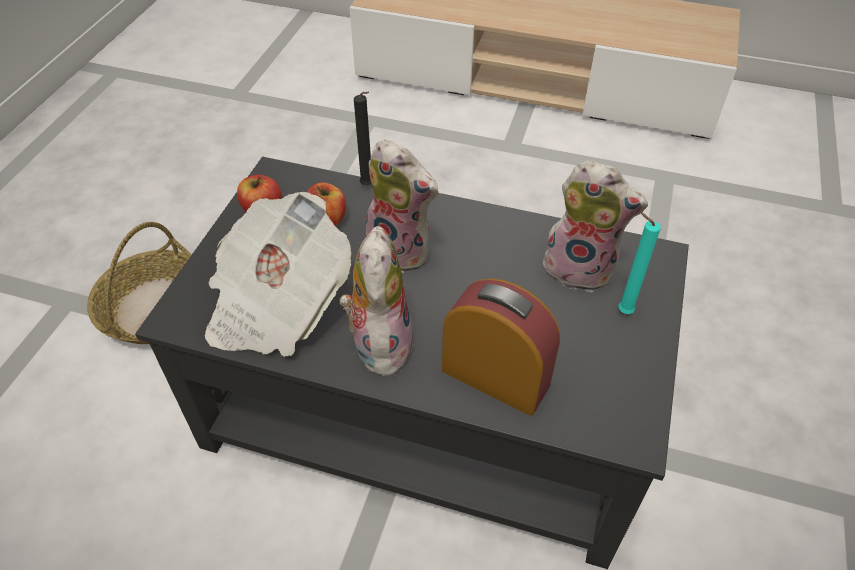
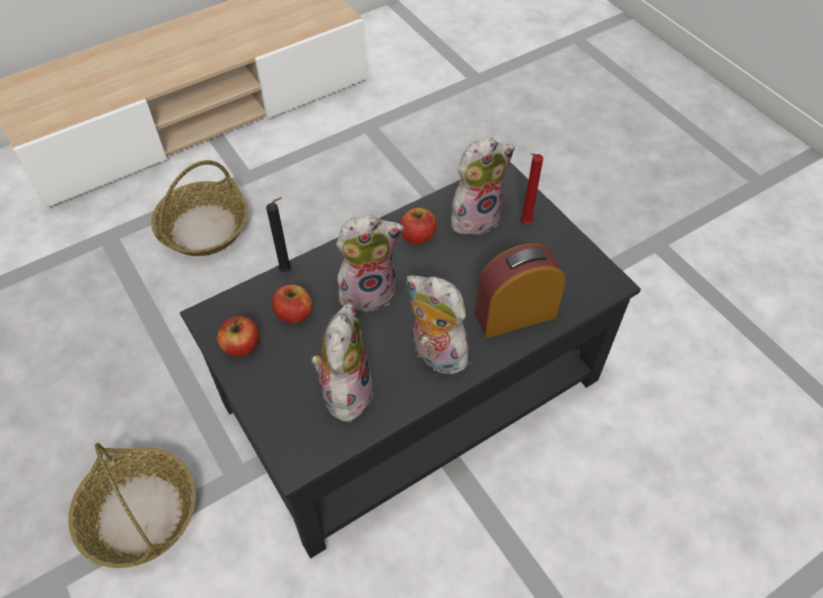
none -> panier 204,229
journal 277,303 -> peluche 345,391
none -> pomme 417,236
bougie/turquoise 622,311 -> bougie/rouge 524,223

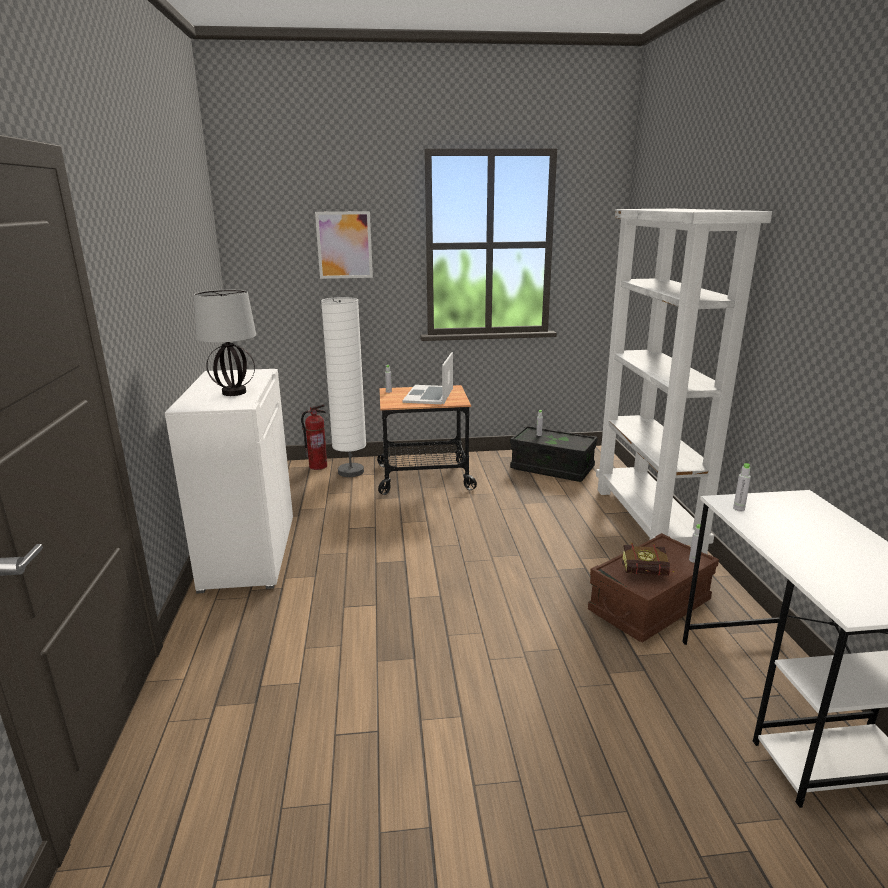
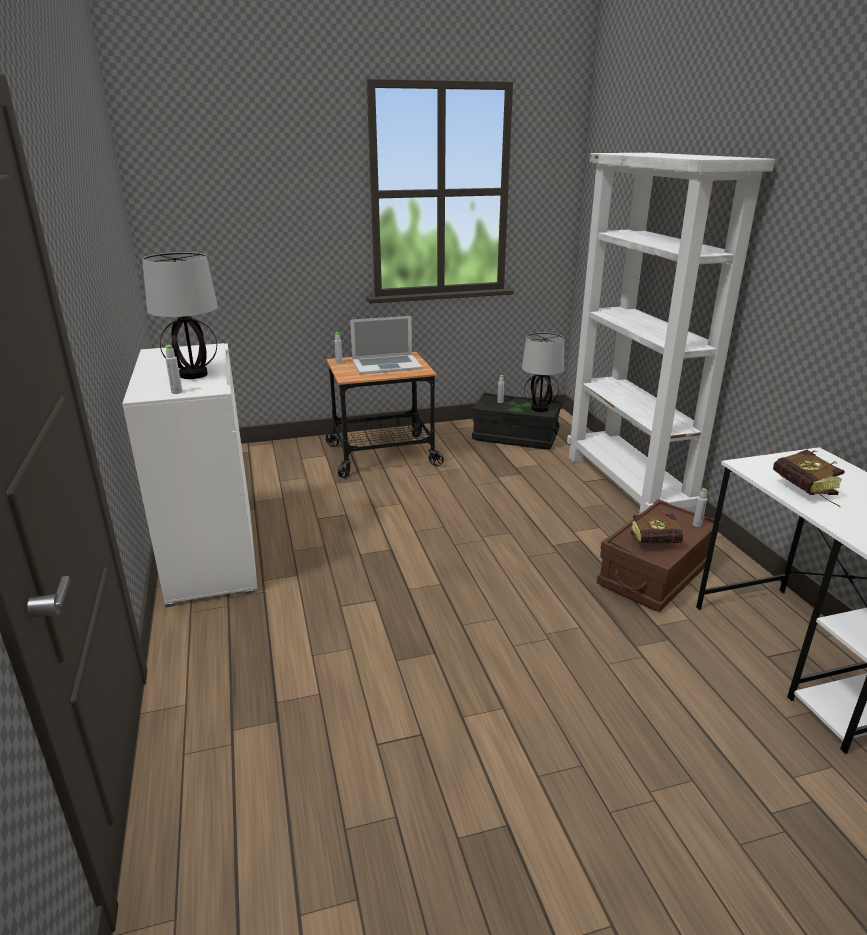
bouteille/gris 738,509 -> bouteille/gris 177,392, moved
ordinateur portable 429,395 -> ordinateur portable 386,365, 105 degrees counterclockwise
none -> lampe de table 540,408
none -> livre 807,493
extincteur 318,466 -> none
tableau 344,245 -> none
lampadaire/blanc 351,472 -> none

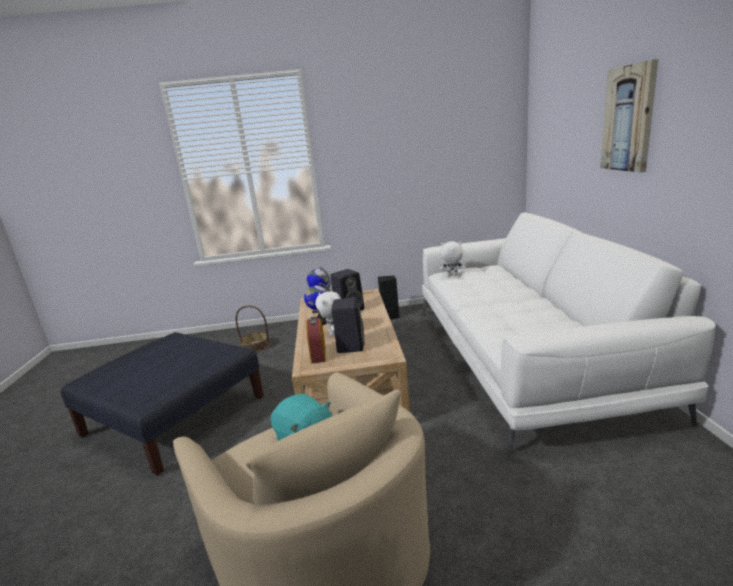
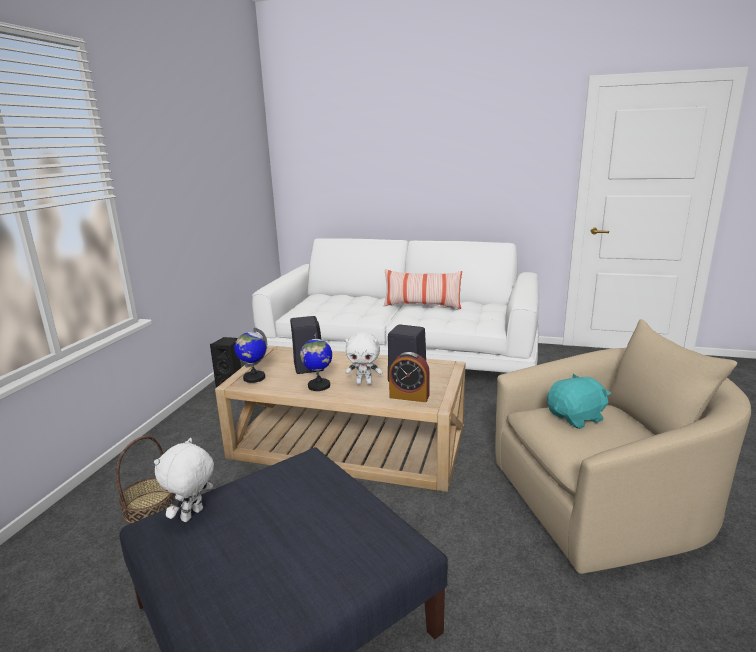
peluche/blanc 452,276 -> peluche/blanc 193,515, moved
none -> coussin 422,306
tableau 628,119 -> none

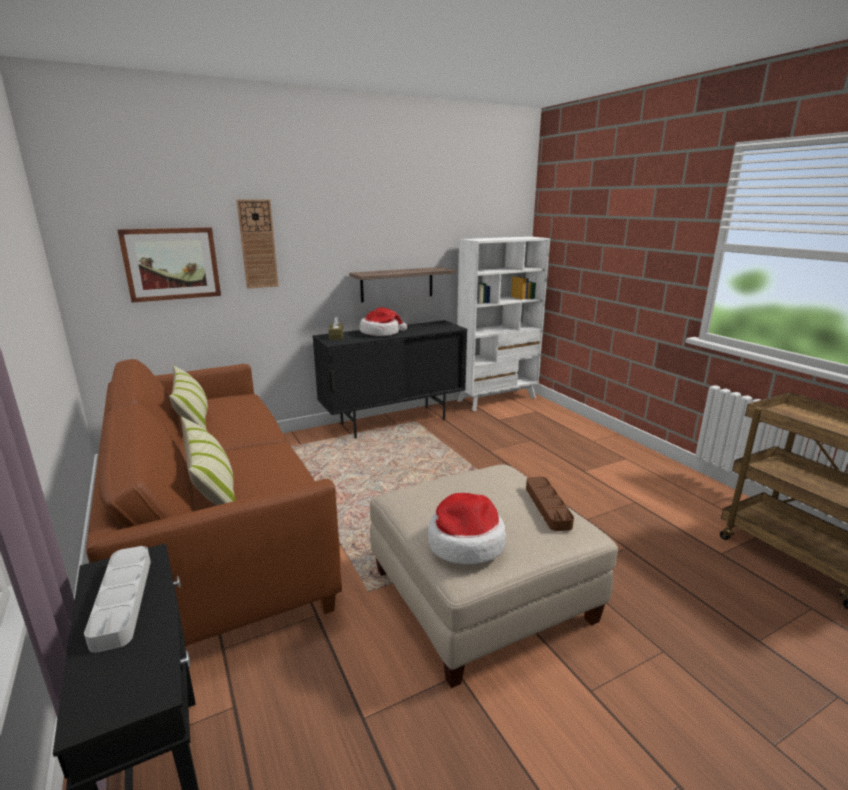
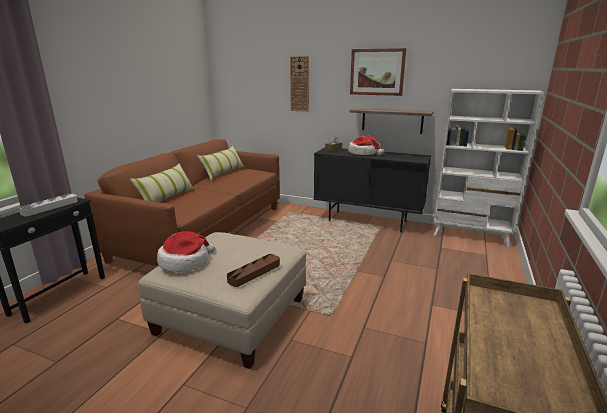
tableau 171,264 -> tableau 377,72, moved

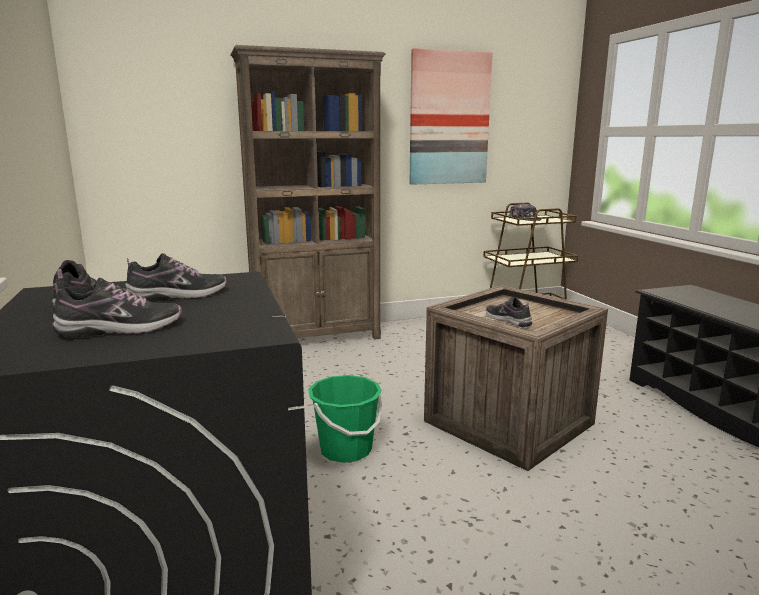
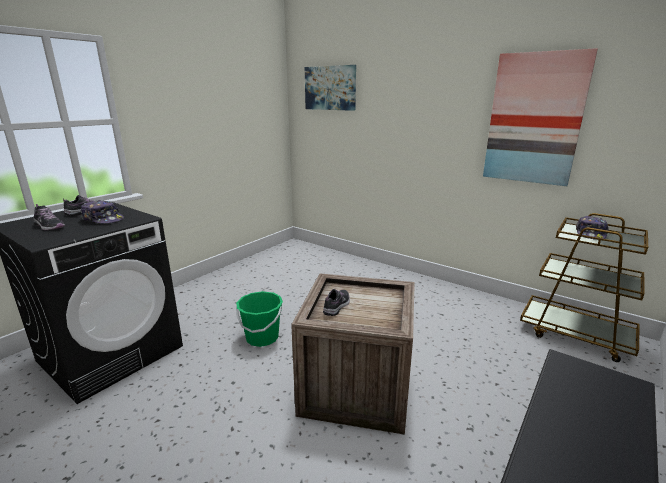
chaussure 178,296 -> casquette 103,219
none -> tableau 330,88
bibliothèque/marron 317,337 -> none

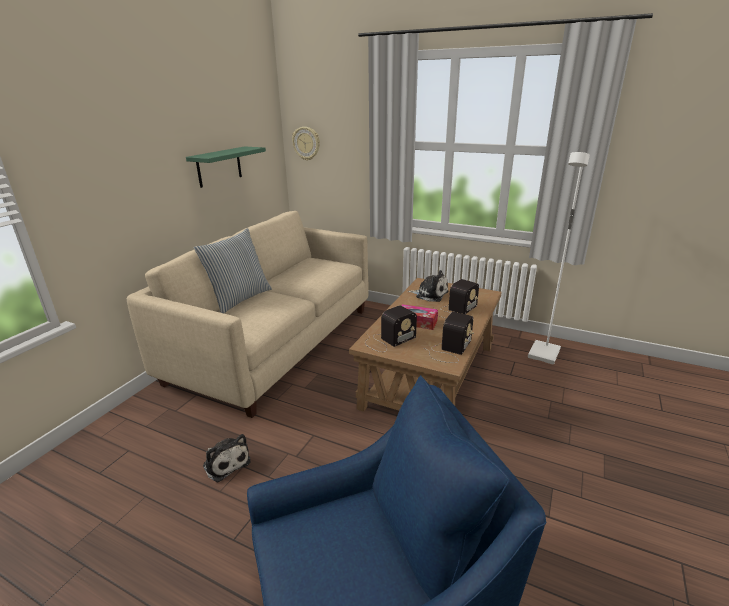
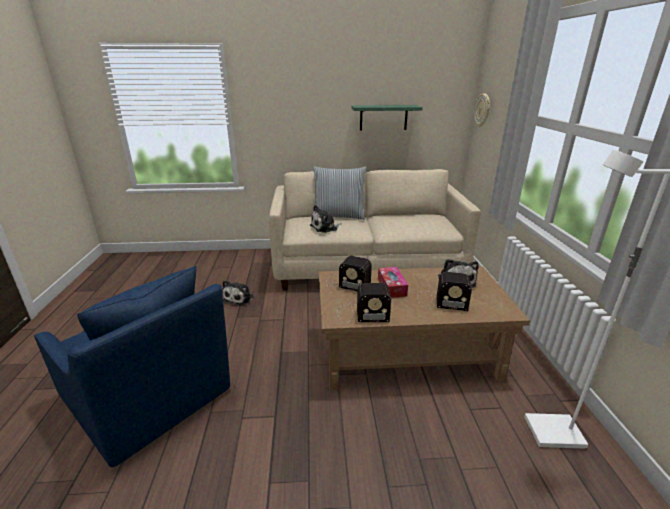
none -> peluche 325,227

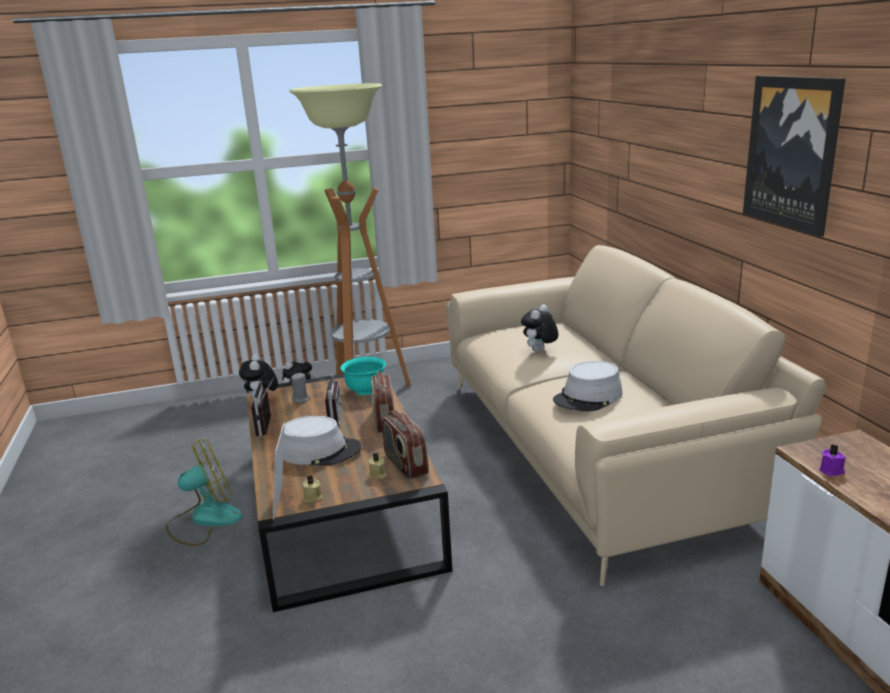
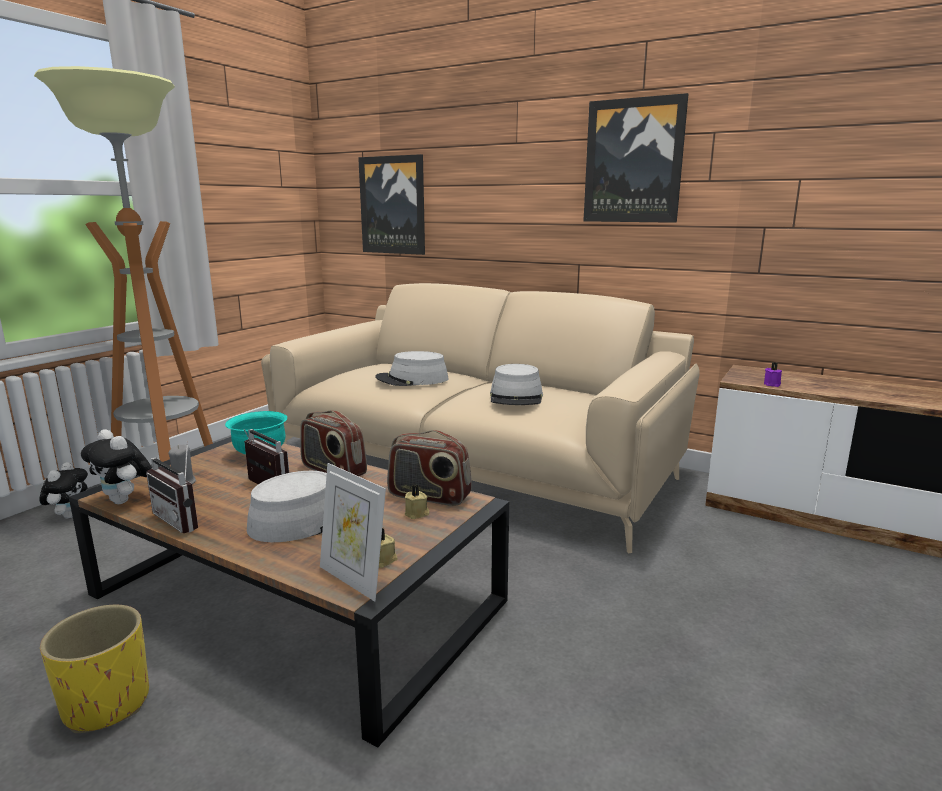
ventilateur 204,520 -> cache-pot/jaune 106,704
none -> tableau 393,205
peluche 539,351 -> chapeau/gris 412,379

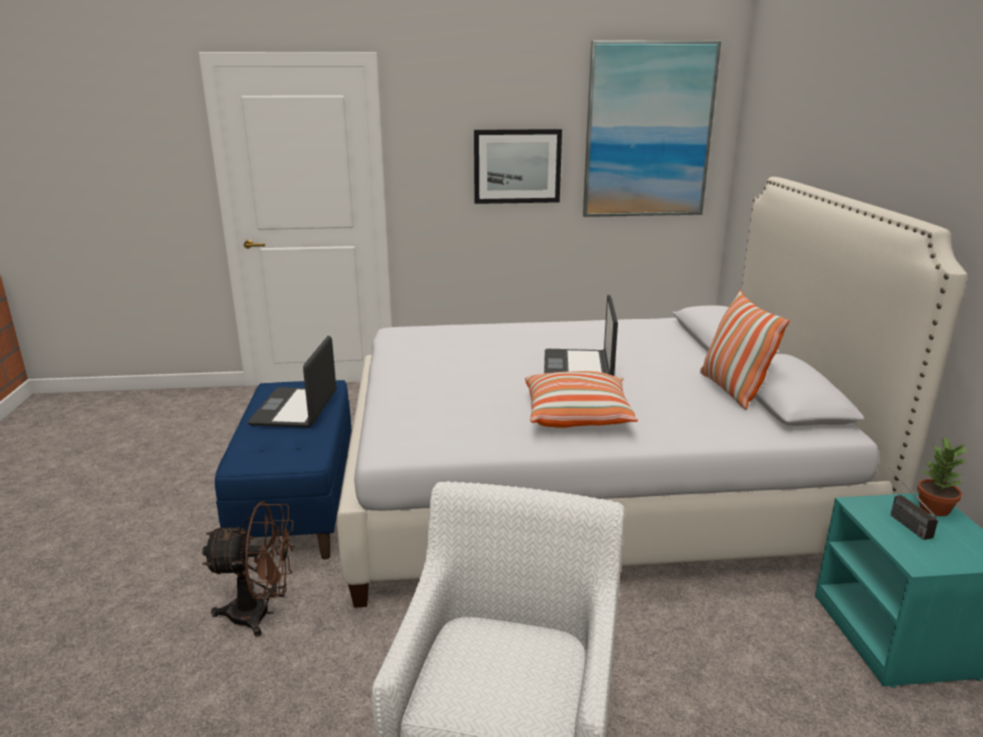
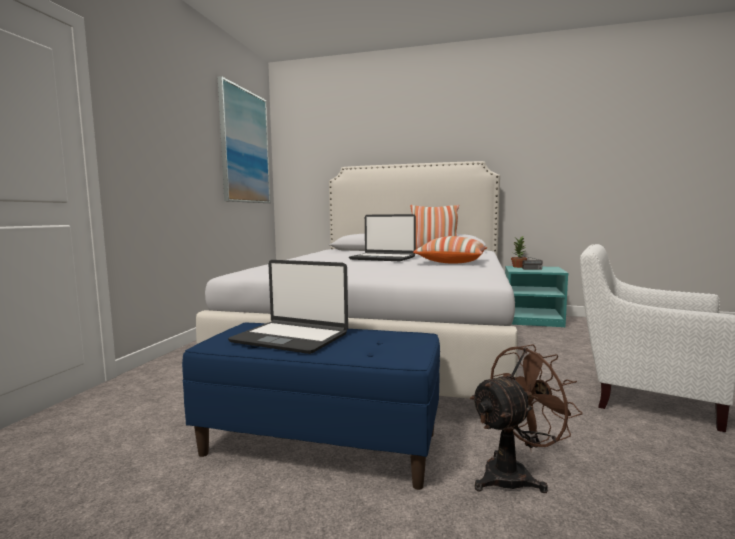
ventilateur/marron 261,614 -> ventilateur/marron 515,474, 45 degrees clockwise
tableau 517,166 -> none

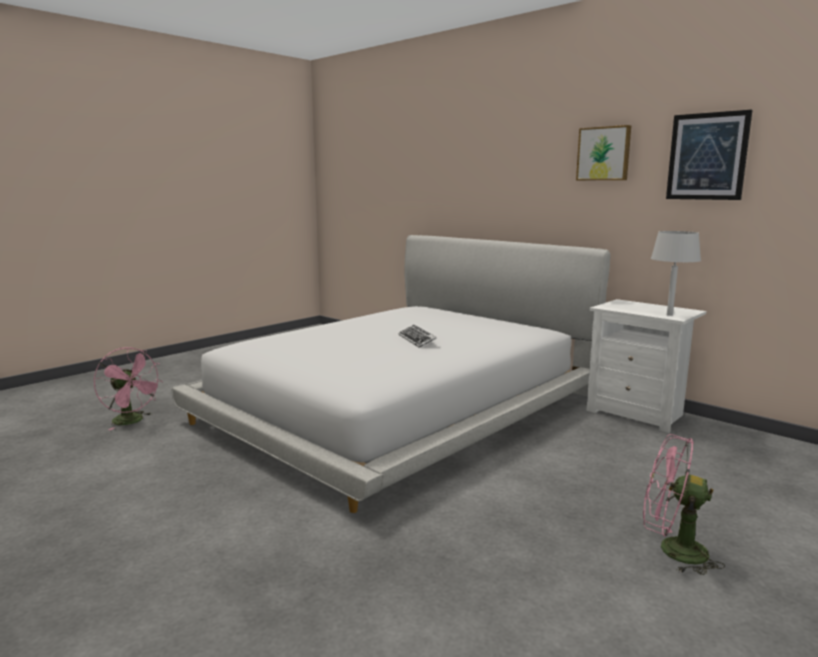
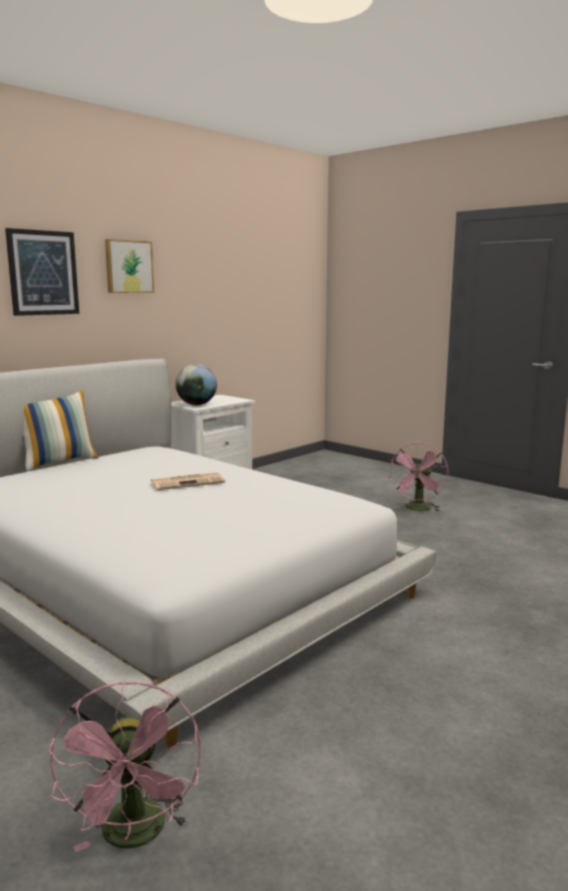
tableau 707,156 -> tableau 43,273, moved
none -> coussin 58,462
ventilateur/rose 132,421 -> ventilateur/rose 136,836, 135 degrees clockwise
clavier 417,340 -> journal 188,482
none -> globe 196,404
lampe de table/gris 669,315 -> none

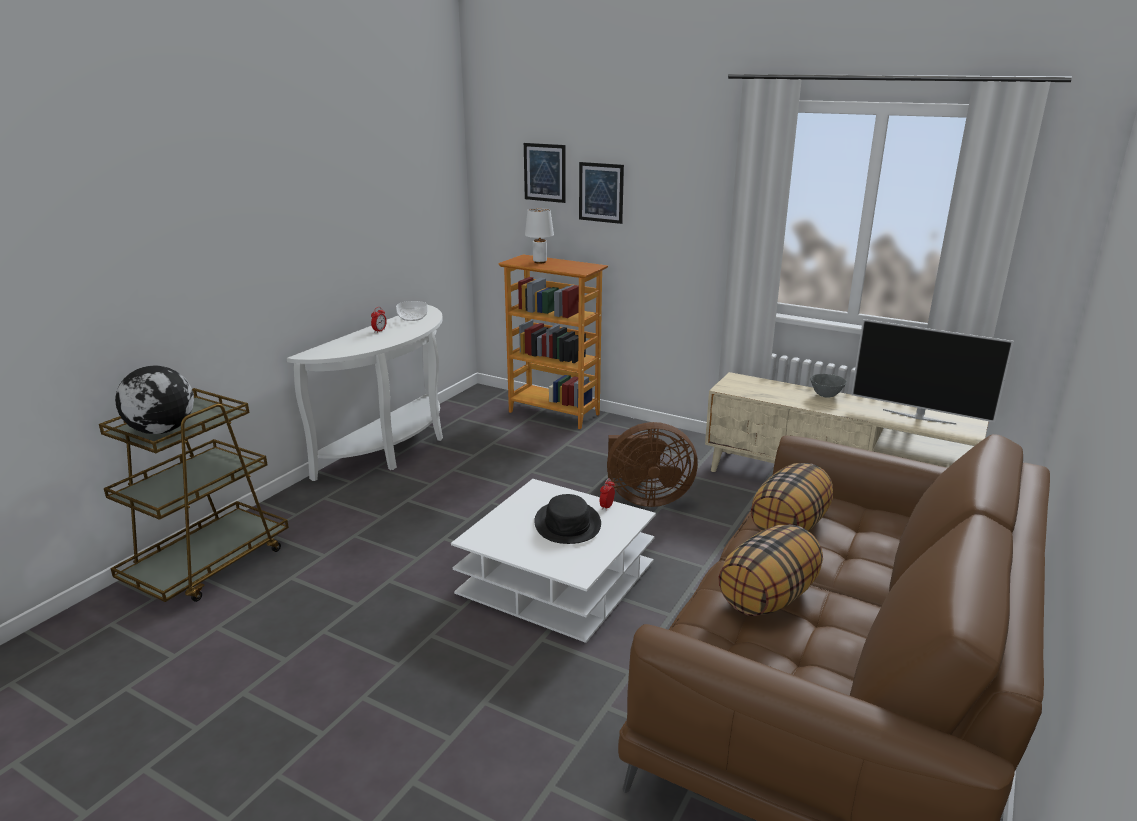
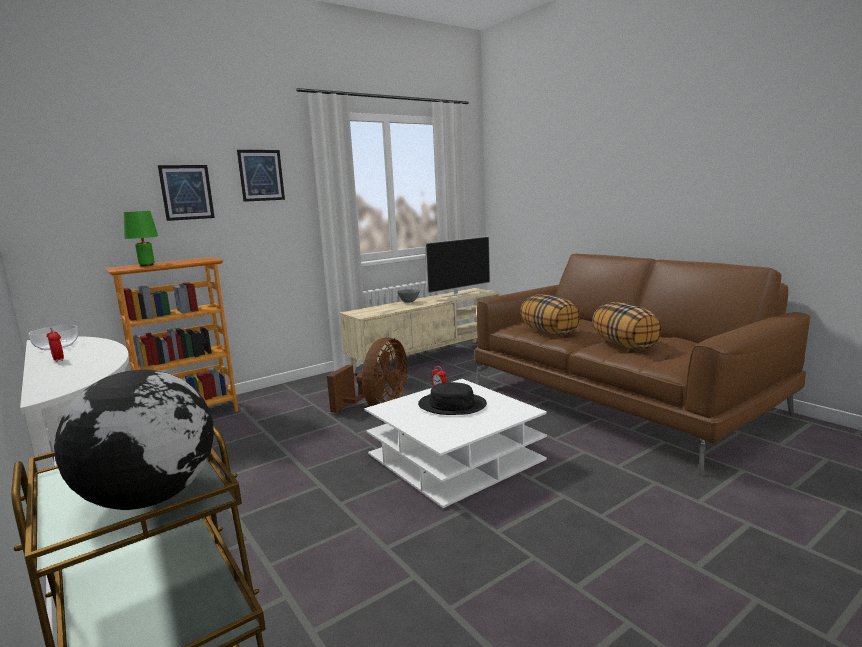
lampe de table/blanc 539,262 -> lampe de table/vert 146,265
tableau 544,172 -> tableau 261,175, moved

